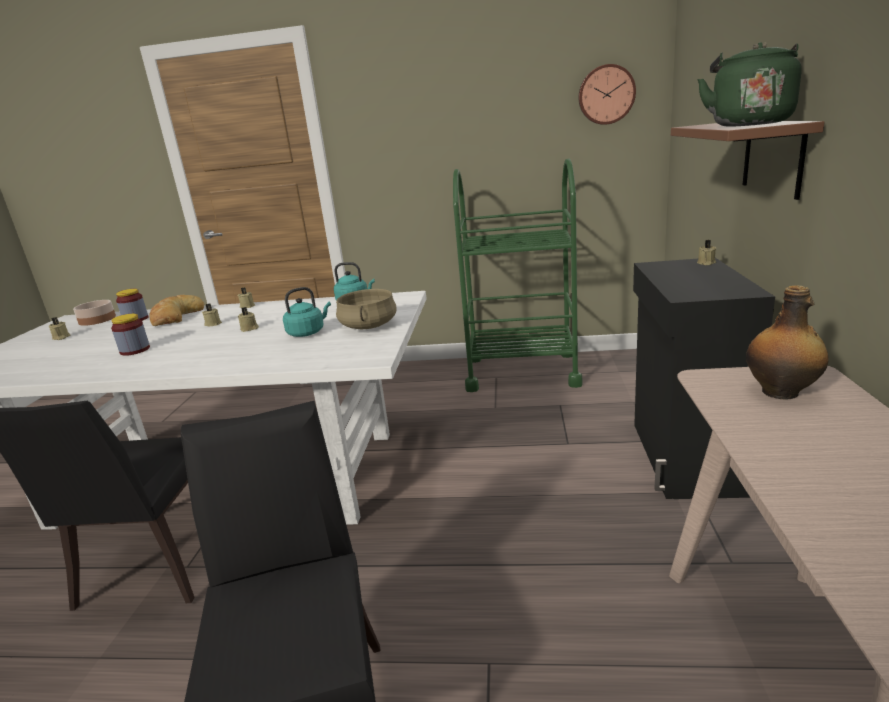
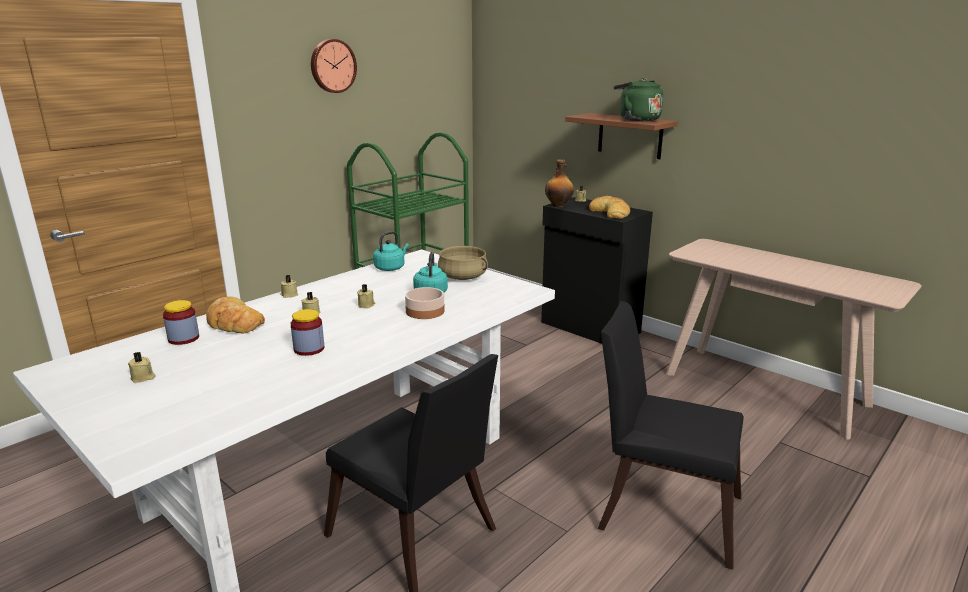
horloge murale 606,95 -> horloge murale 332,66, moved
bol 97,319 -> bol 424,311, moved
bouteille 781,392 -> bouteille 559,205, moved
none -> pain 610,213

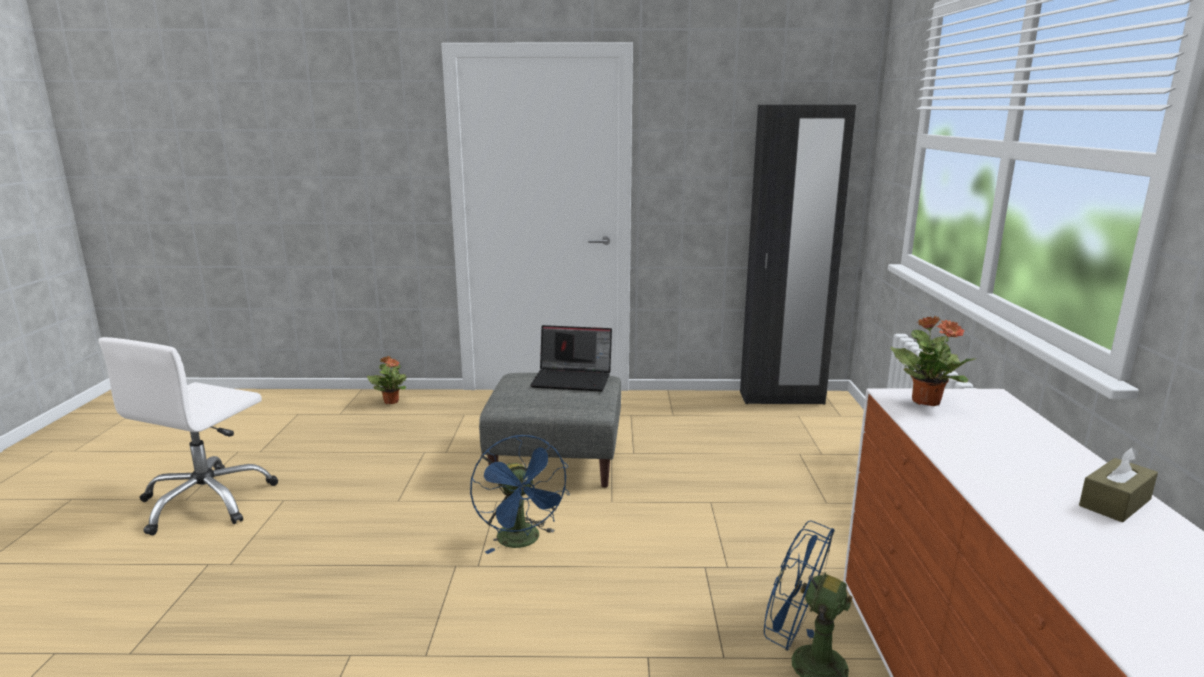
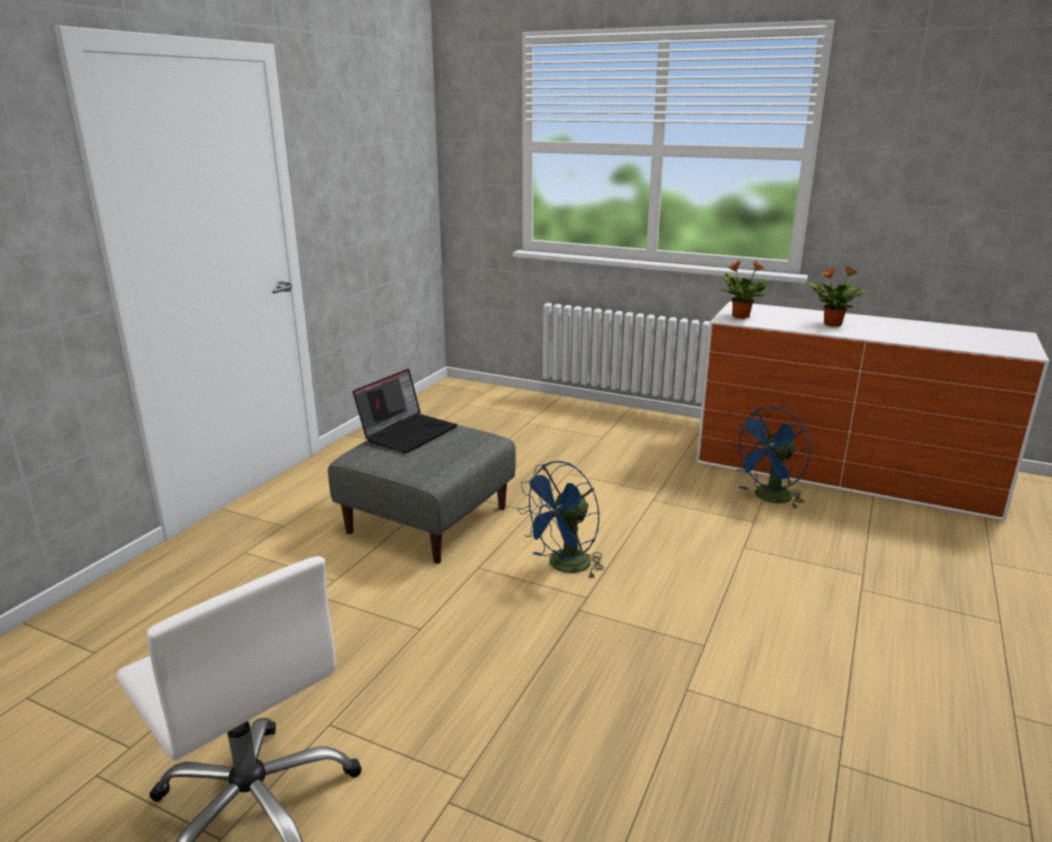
ventilateur/bleu 523,541 -> ventilateur/bleu 564,567, 135 degrees clockwise
plante en pot 391,401 -> plante en pot 831,324, moved
armoire/noir 782,398 -> none
boîte à mouchoirs/marron 1115,502 -> none

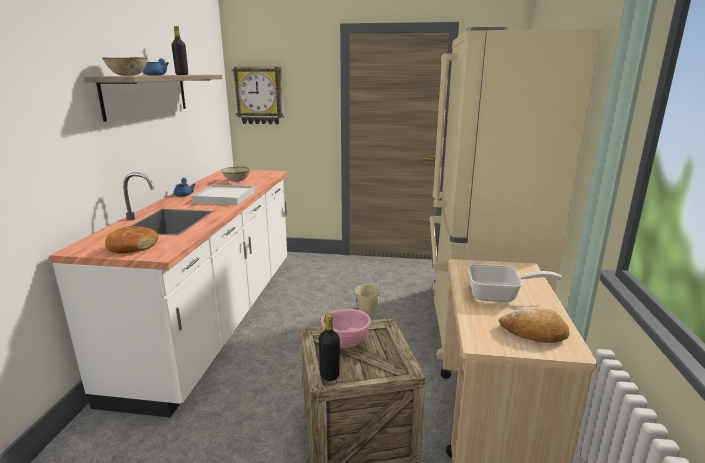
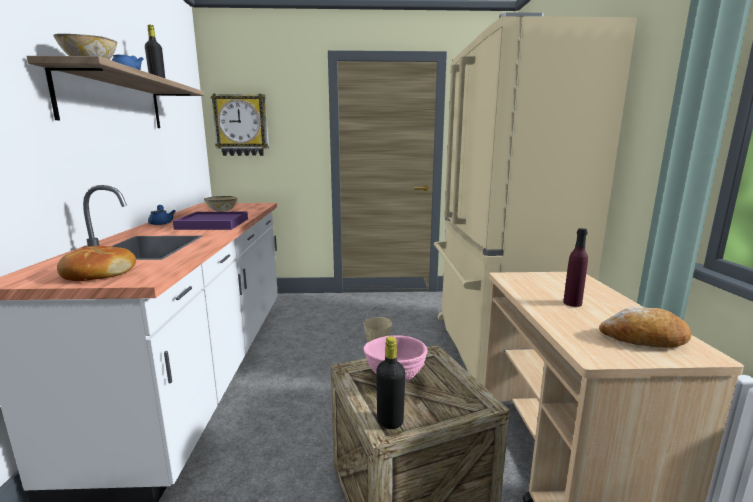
plateau/blanc 225,197 -> plateau/violet 213,224
poêle 500,295 -> bouteille/violet 572,303

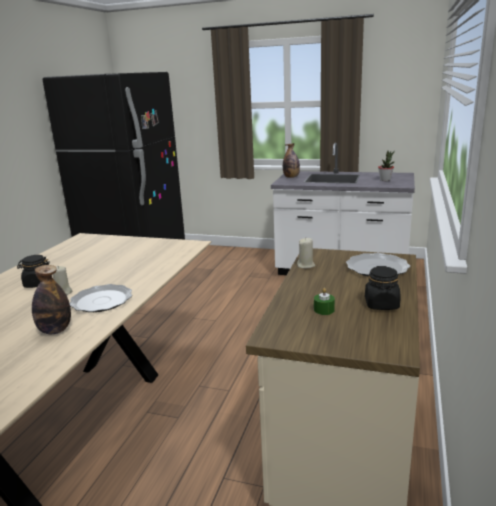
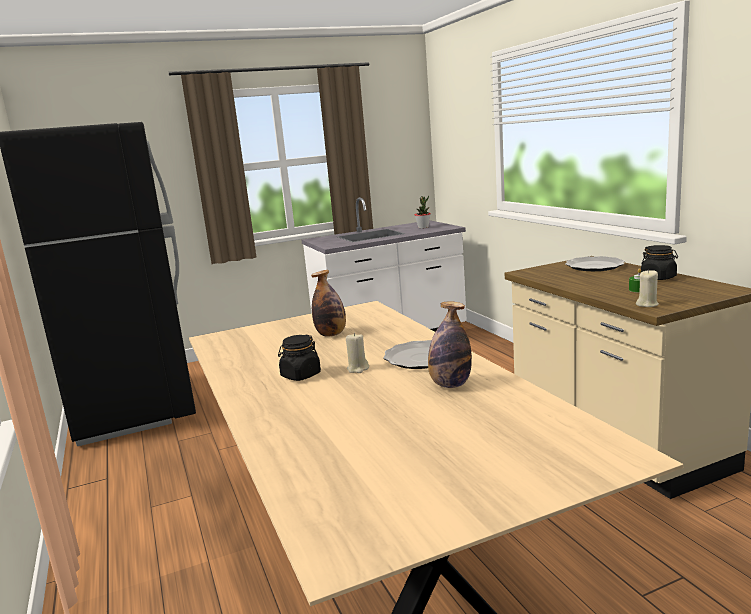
bouteille 291,177 -> bouteille 331,334, moved
bougie/beige 306,265 -> bougie/beige 647,304, moved

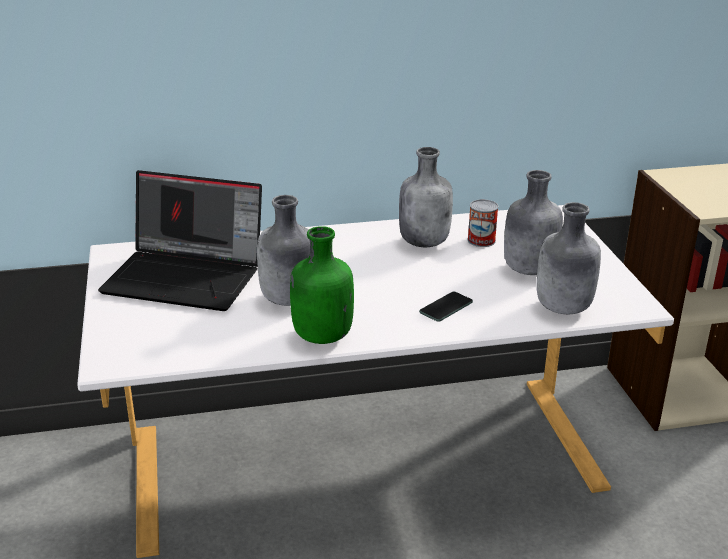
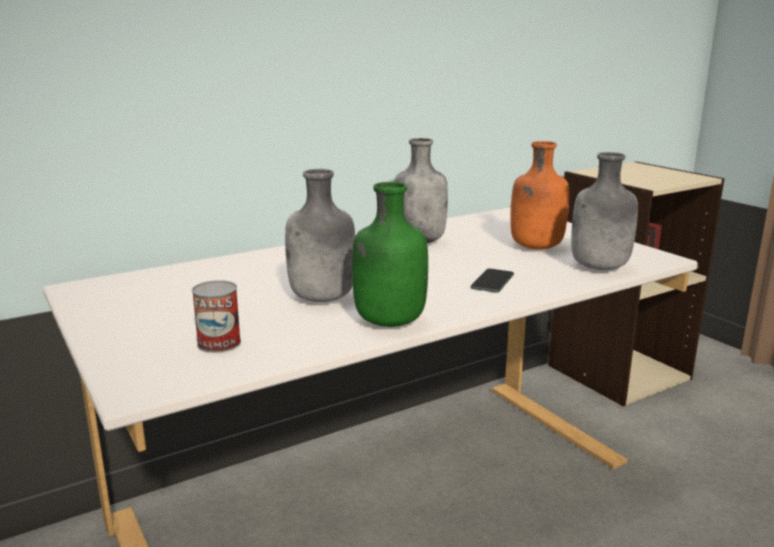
boîte métallique 481,240 -> boîte métallique 219,343, moved
bouteille/gris 527,270 -> bouteille/orange 535,247
ordinateur portable 187,277 -> none

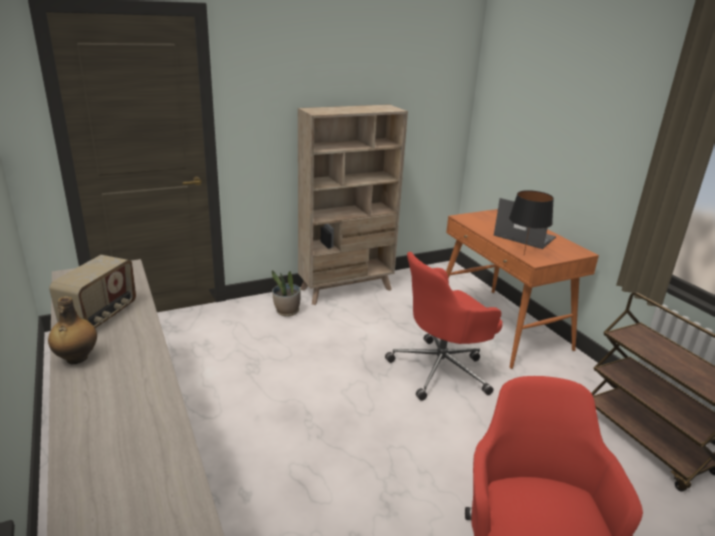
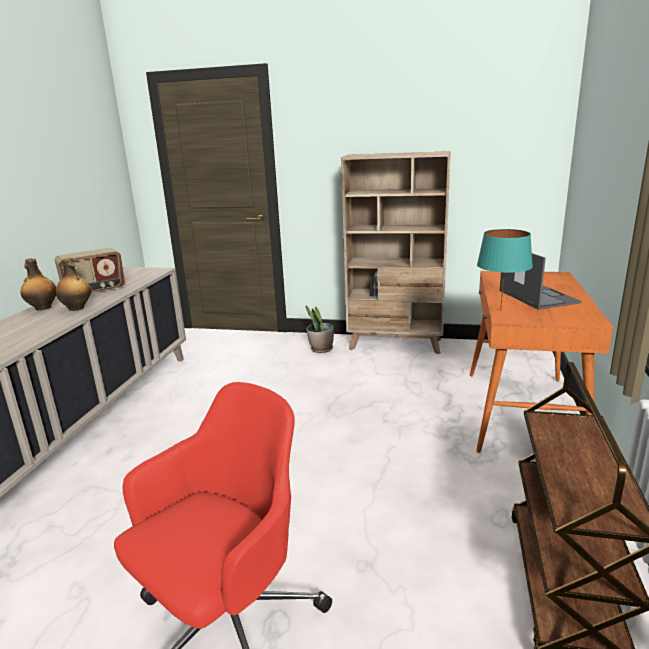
none -> bouteille 77,308
lampe de table/noir 523,255 -> lampe de table/turquoise 500,310
chaise de bureau/rouge 441,369 -> none

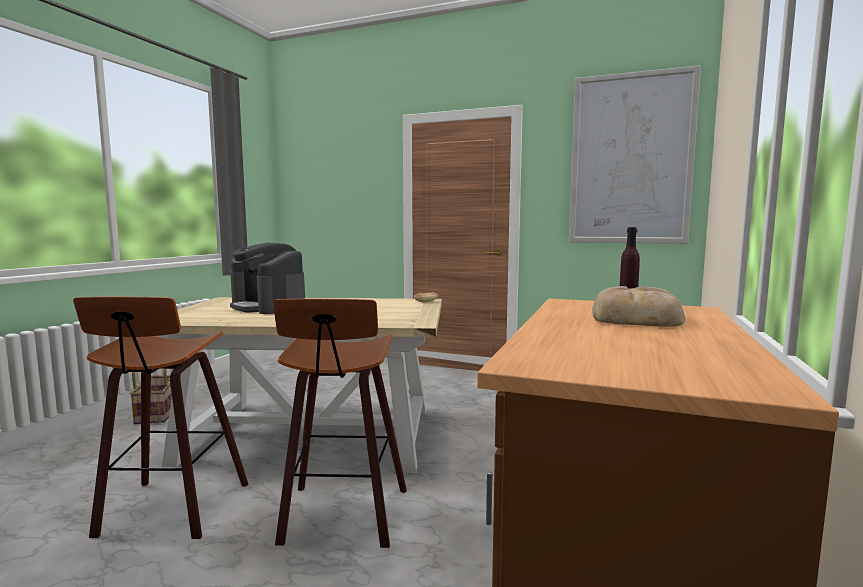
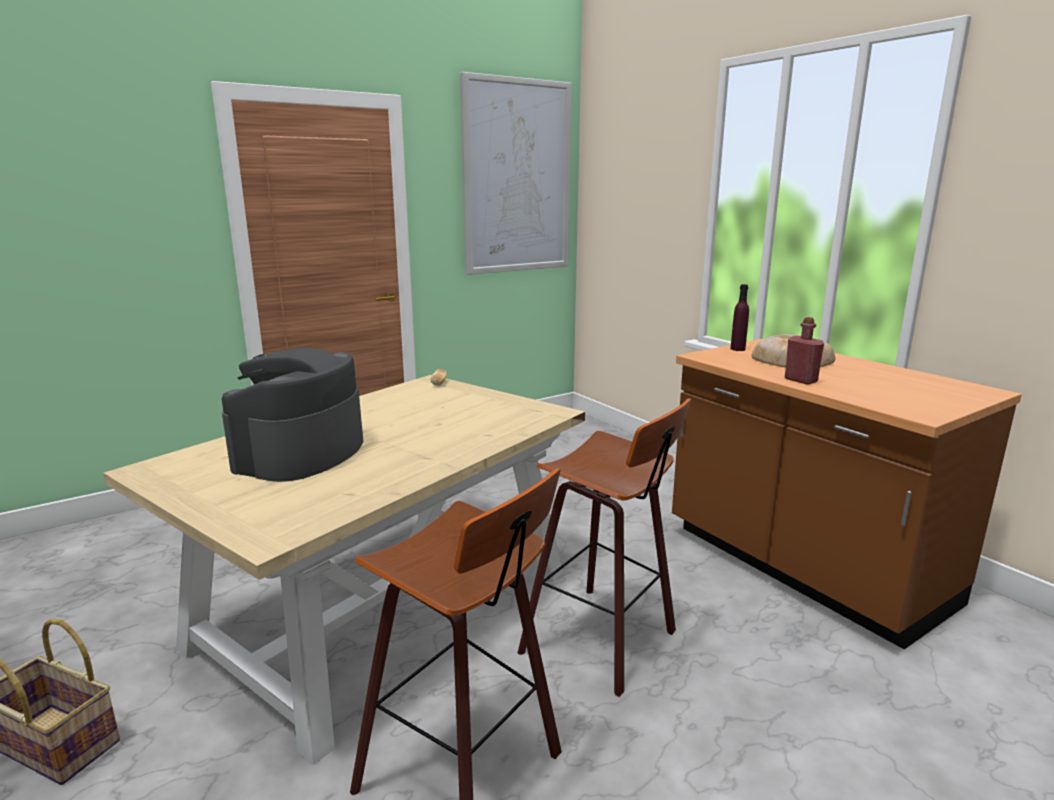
machine à café 268,306 -> machine à café 300,453, 120 degrees clockwise
none -> bouteille/rouge 800,380

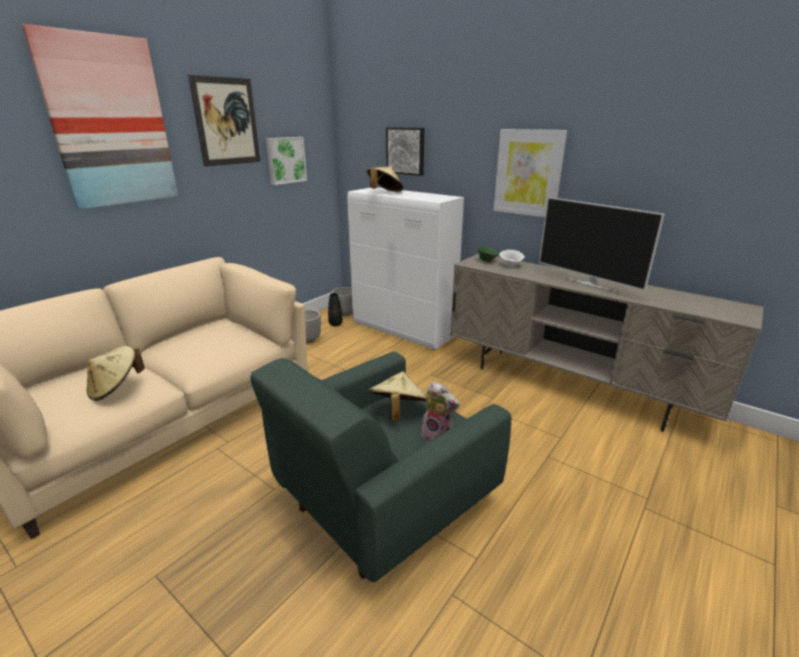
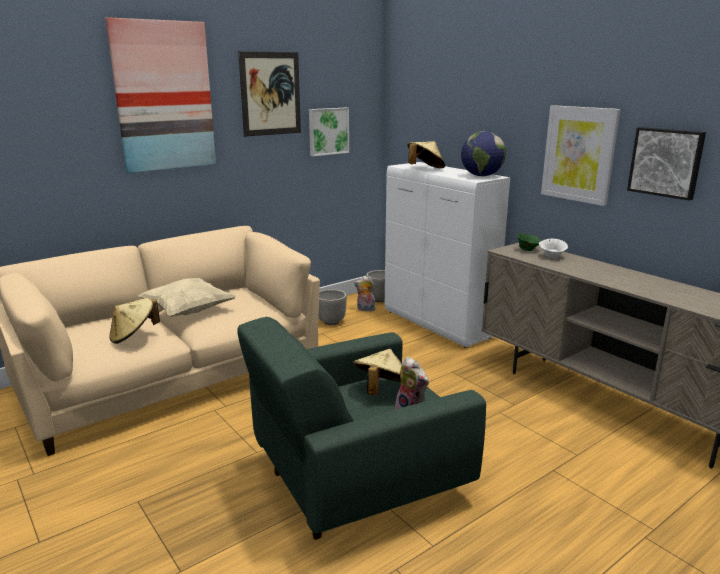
none -> coussin/beige 188,311
vase/noir 335,324 -> peluche 365,309
none -> globe 481,176
tableau 406,151 -> tableau 666,162, moved
téléviseur 588,283 -> none

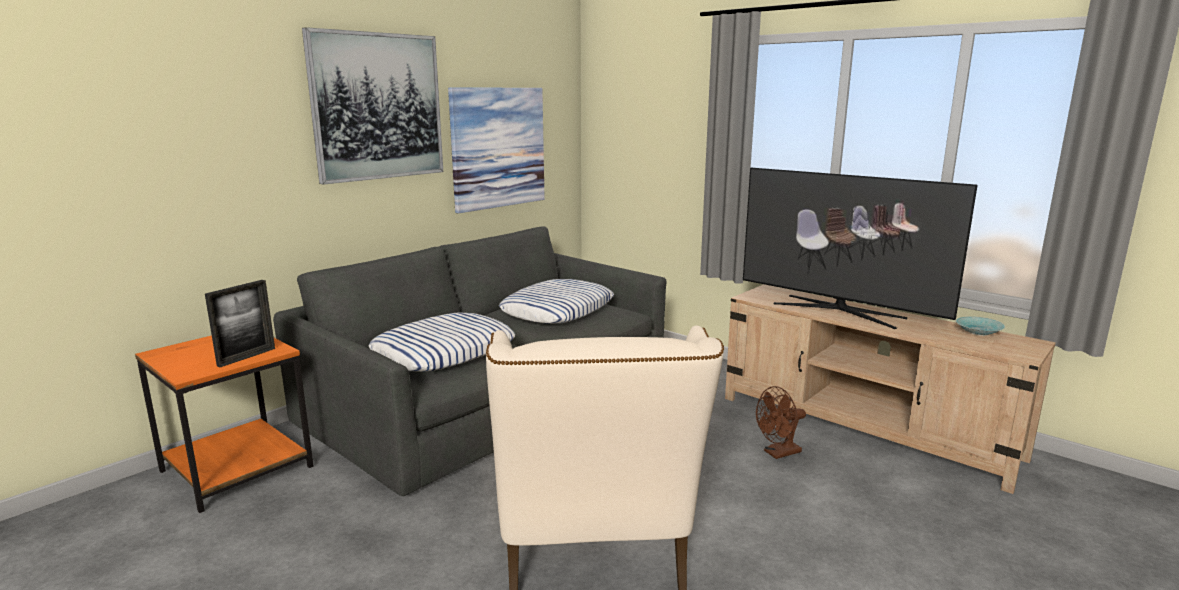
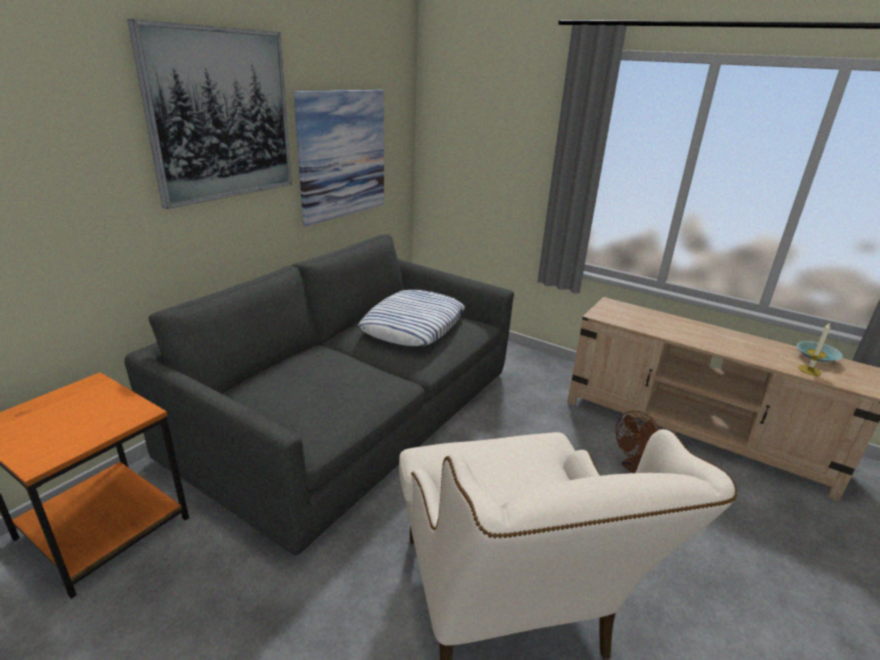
none -> bougie 809,370
cadre photo 246,357 -> none
coussin 444,351 -> none
téléviseur 838,310 -> none

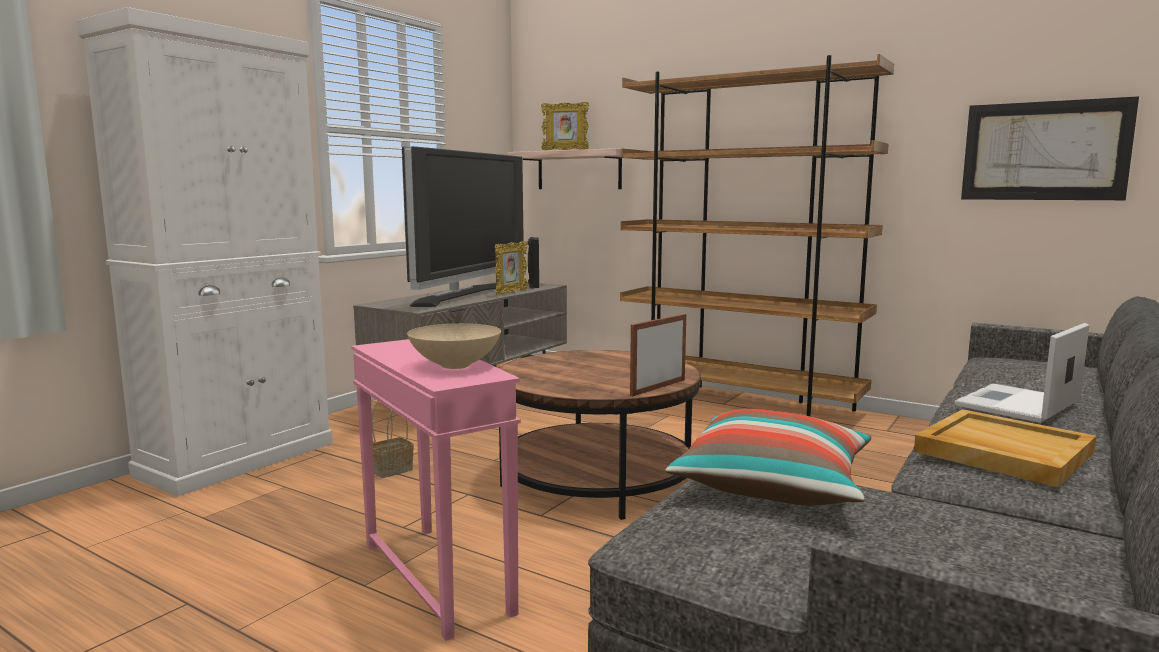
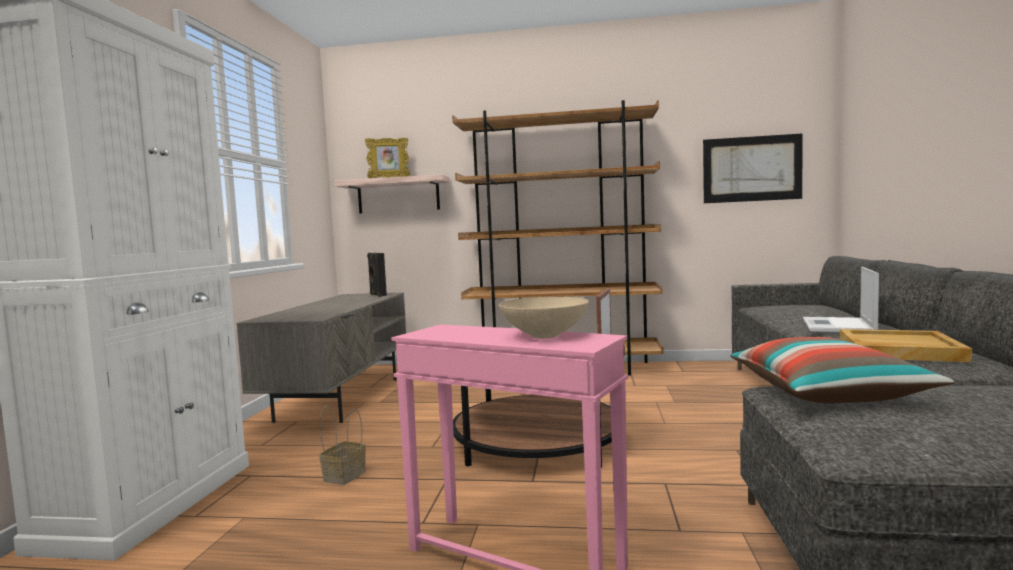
téléviseur 462,295 -> none
cadre photo 511,293 -> none

